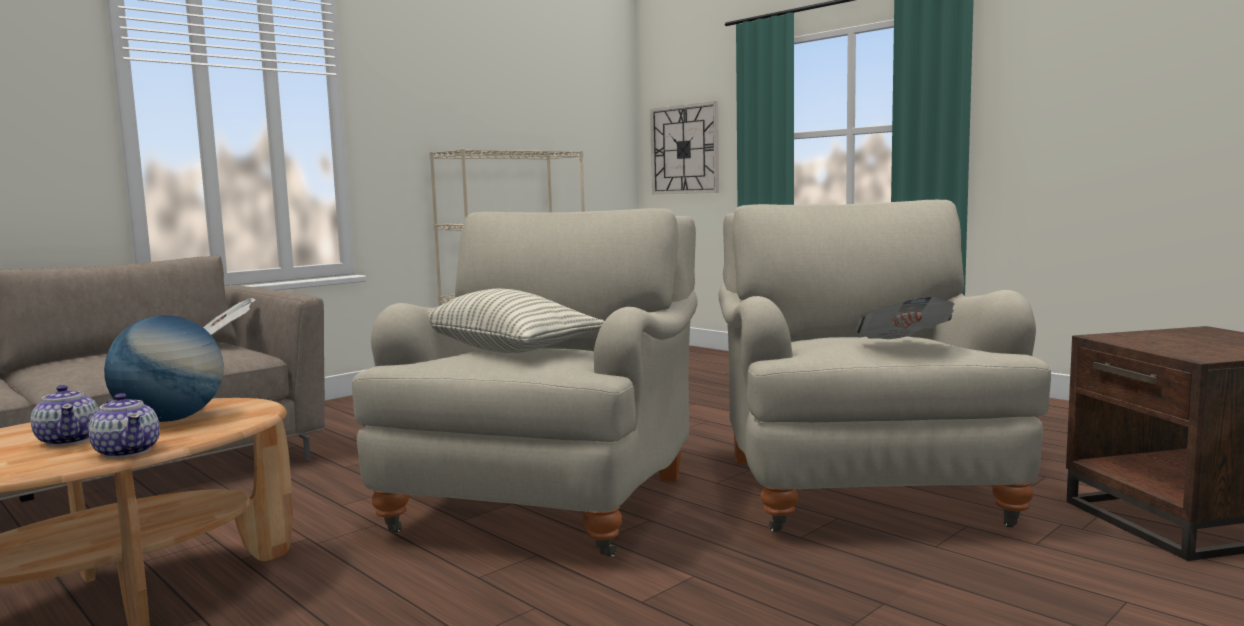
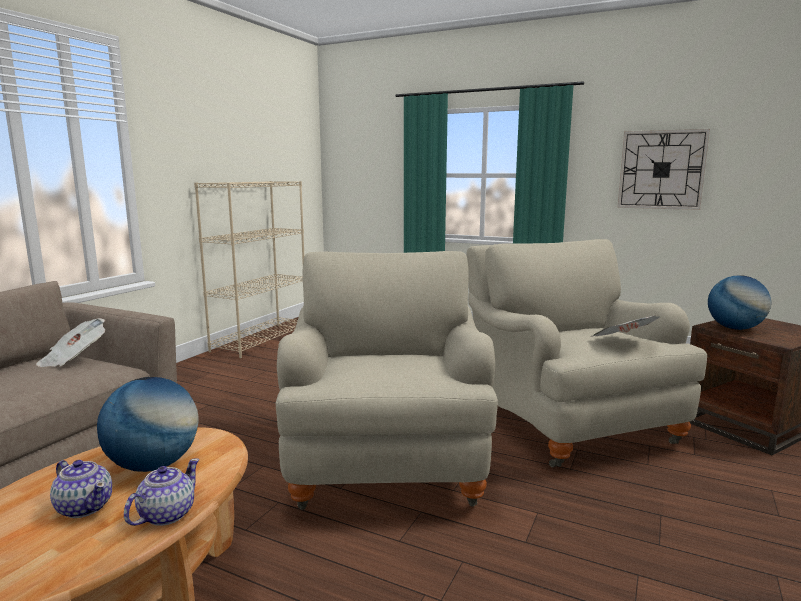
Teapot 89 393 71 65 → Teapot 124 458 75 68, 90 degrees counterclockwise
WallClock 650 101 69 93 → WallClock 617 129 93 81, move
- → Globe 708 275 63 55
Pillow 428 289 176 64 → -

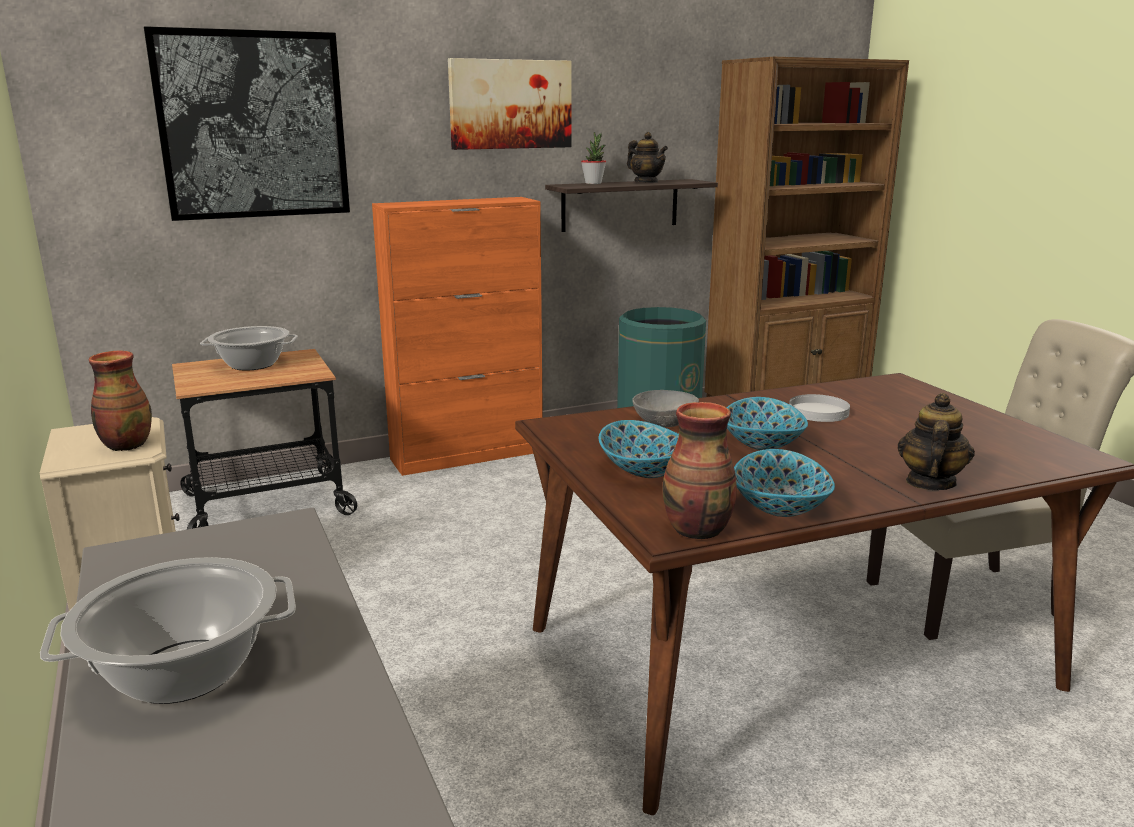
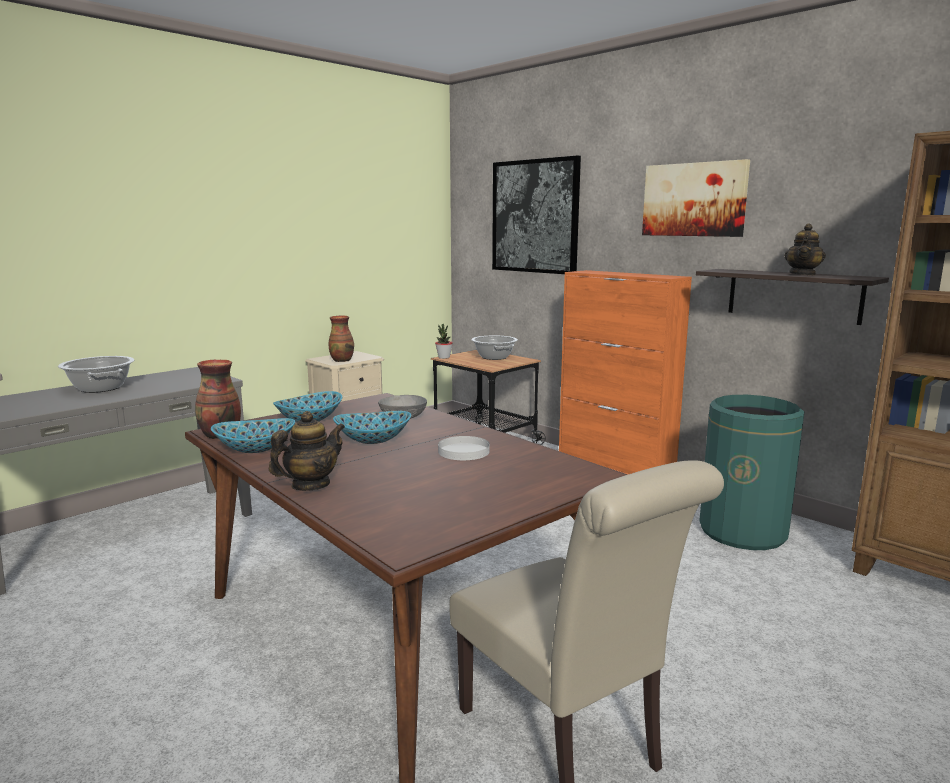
Teapot 898 393 77 97 → Teapot 269 411 76 80, 45 degrees counterclockwise
PottedPlant 581 132 25 52 → PottedPlant 435 324 18 35, move

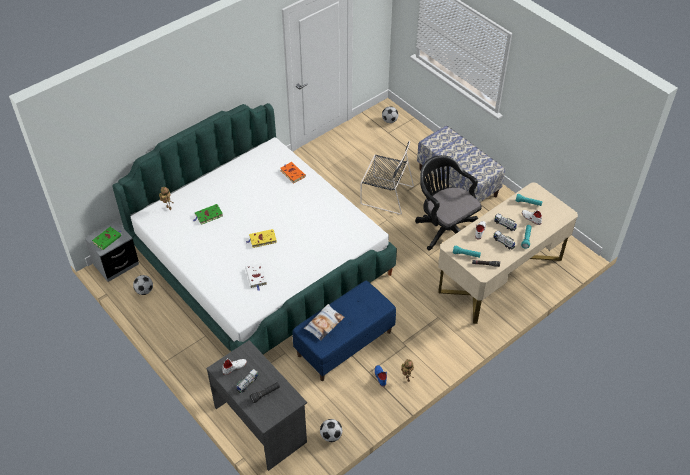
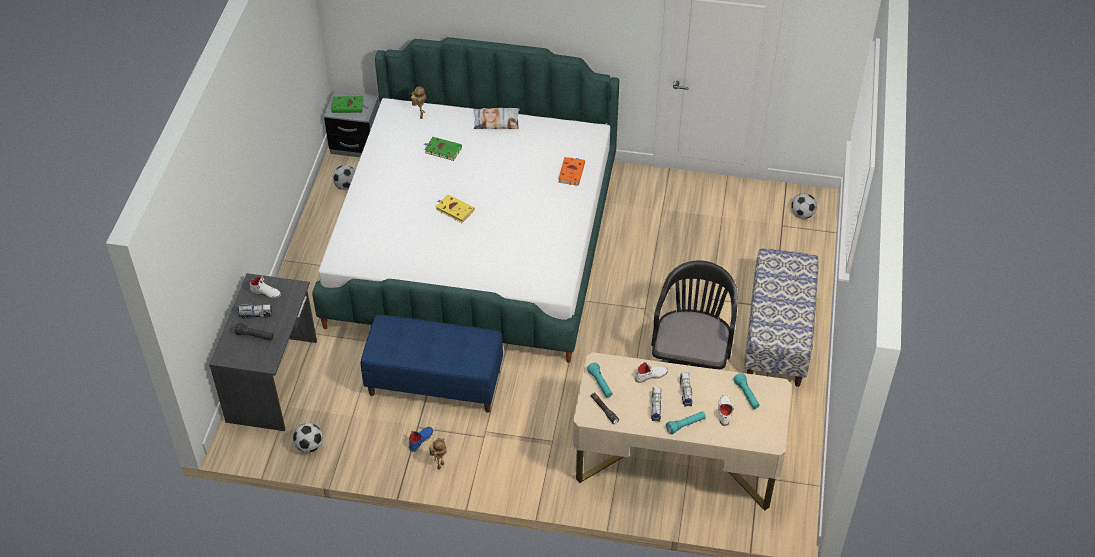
Pillow 304 304 40 37 → Pillow 473 108 47 21, move
WhiteBook 245 263 22 28 → -
BlackChair 361 140 53 75 → -

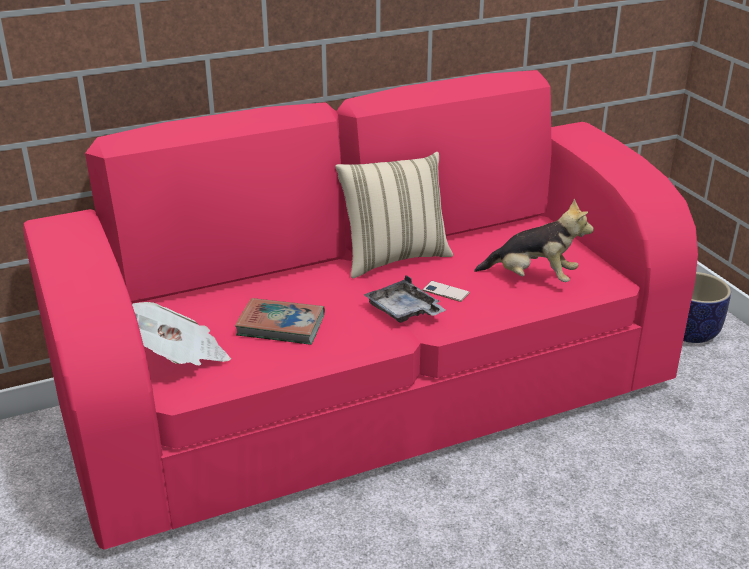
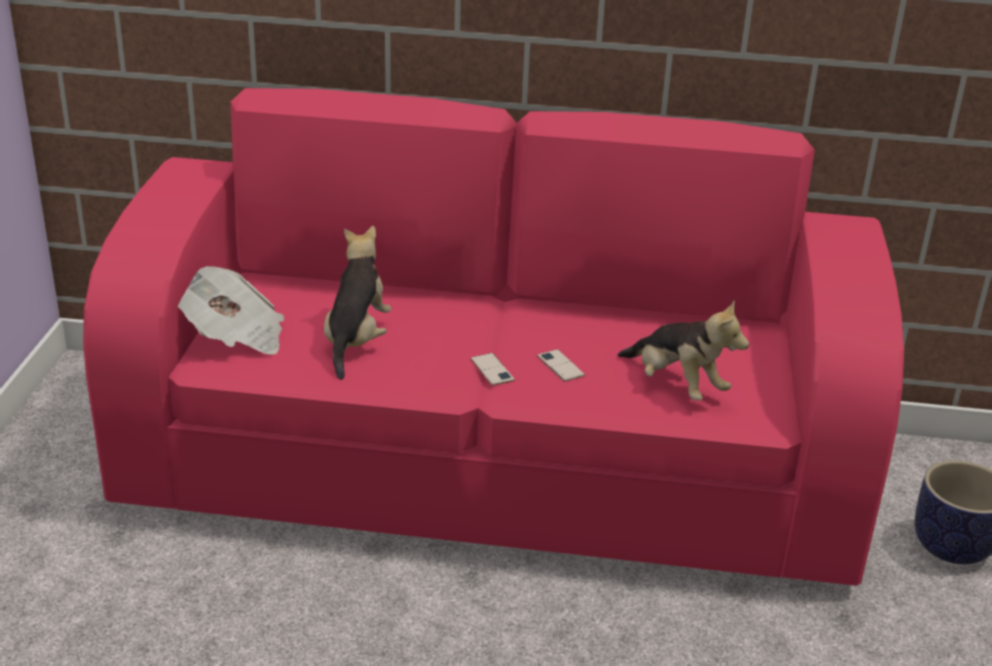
Book 235 298 90 47 → PlushToy 324 226 67 154
GreyTray 364 275 82 48 → Phone 471 353 44 33
BeigePillow 335 152 118 126 → -

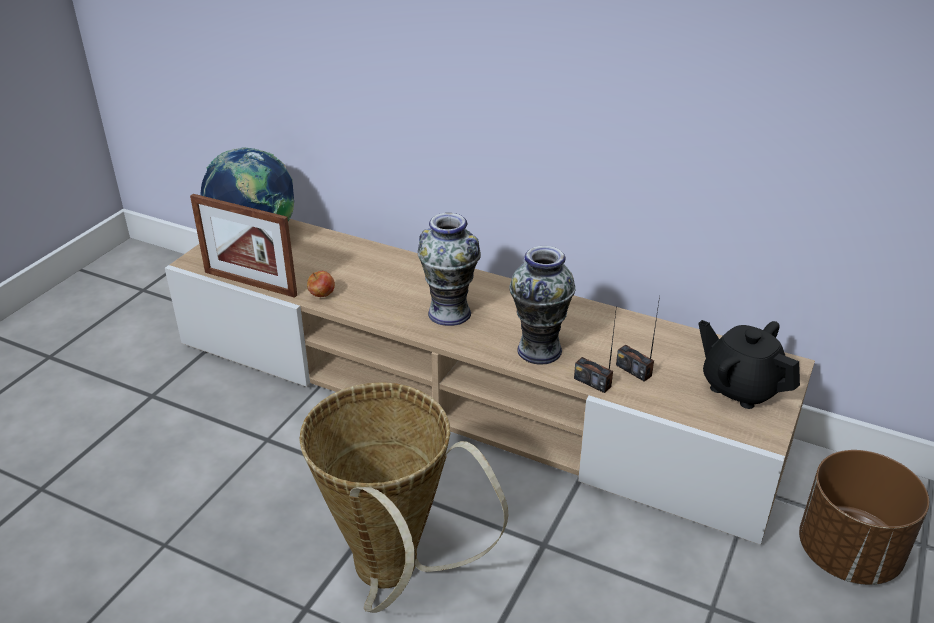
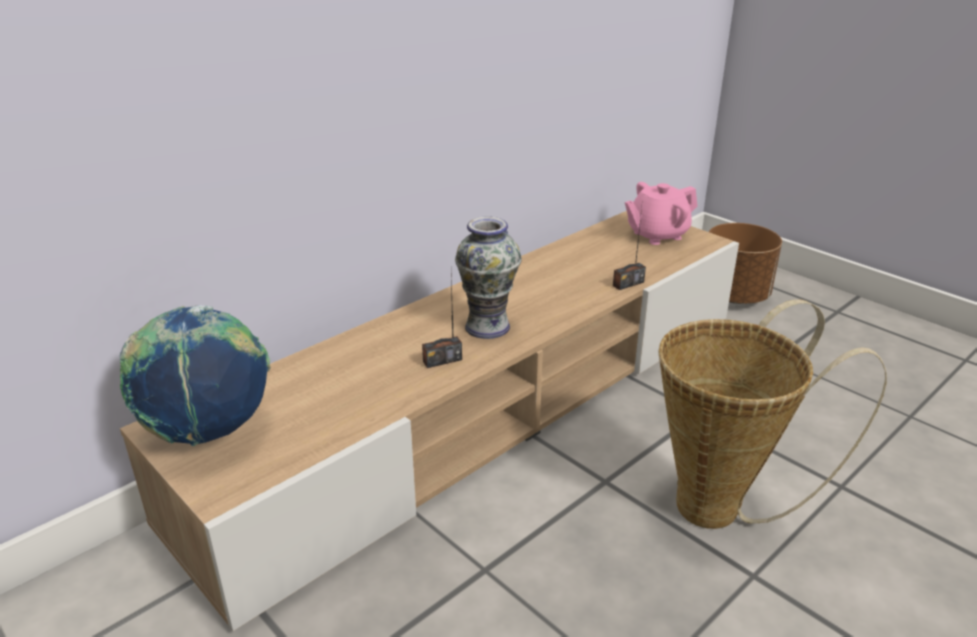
Radio 616 296 44 86 → Radio 422 277 40 91, move
BlackTeapot 698 320 102 89 → PinkTeapot 625 182 72 63
PictureFrame 190 194 107 104 → -
Apple 307 271 28 26 → -
Vase 509 246 66 118 → -

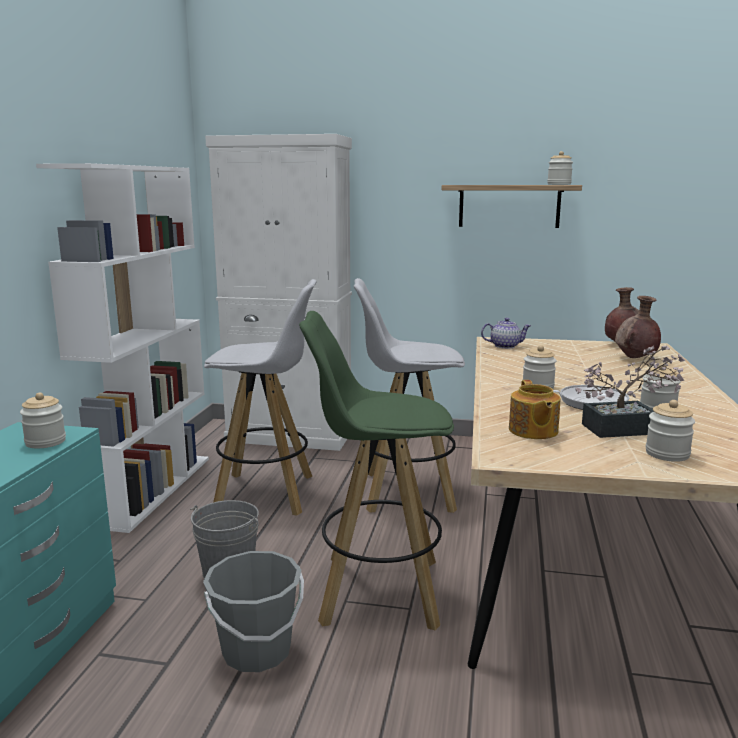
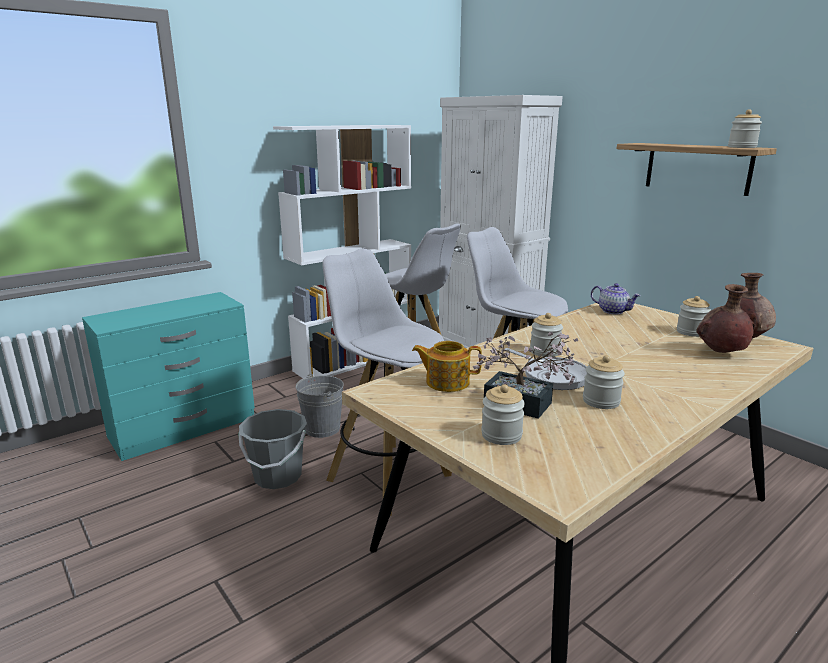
GreenStool 299 311 155 319 → WhiteStool 322 249 130 267
Teapot 509 380 52 59 → Teapot 412 341 70 51, 60 degrees clockwise
Jar 20 393 46 55 → Jar 677 296 34 41, move

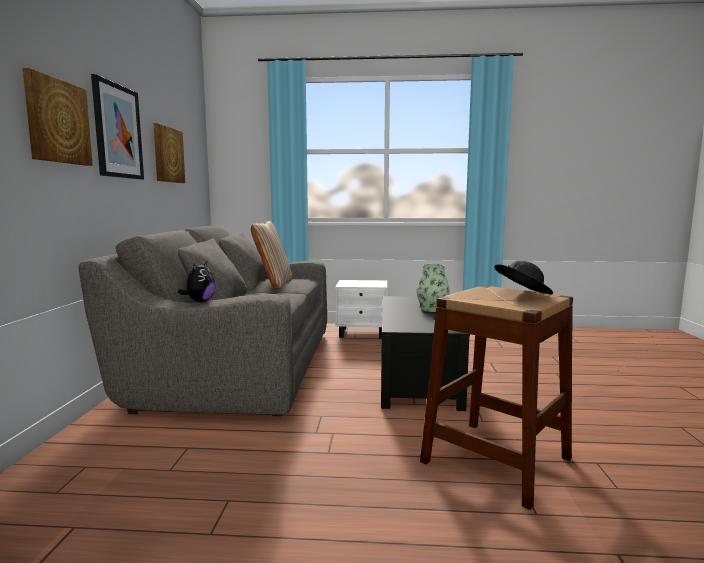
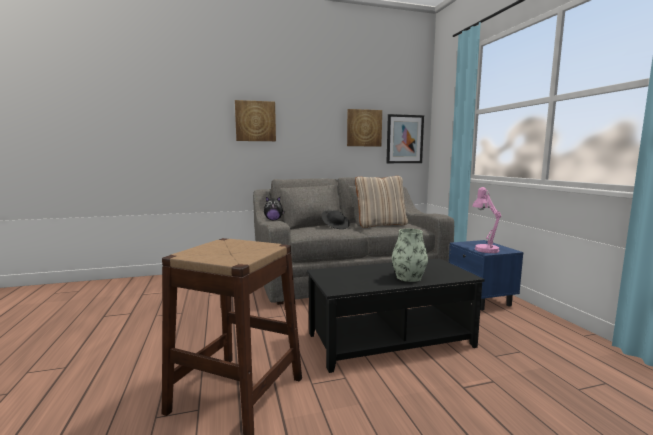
BlackHat 494 261 59 34 → BlackHat 321 210 29 19, move
Picture 91 74 53 106 → Picture 386 114 38 49, move
WhiteNightstand 335 280 52 59 → BlueNightstand 449 240 75 70
- → PinkTableLamp 472 187 29 66

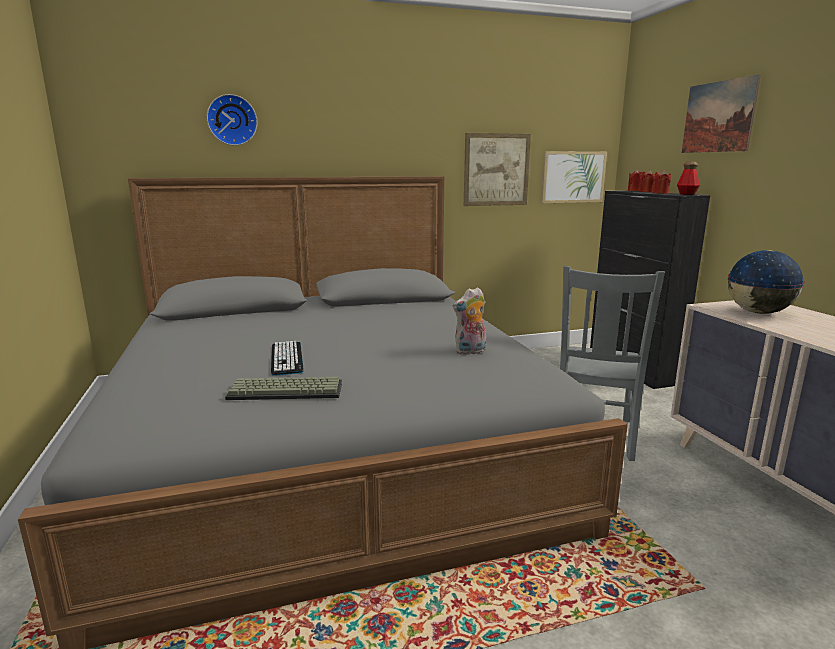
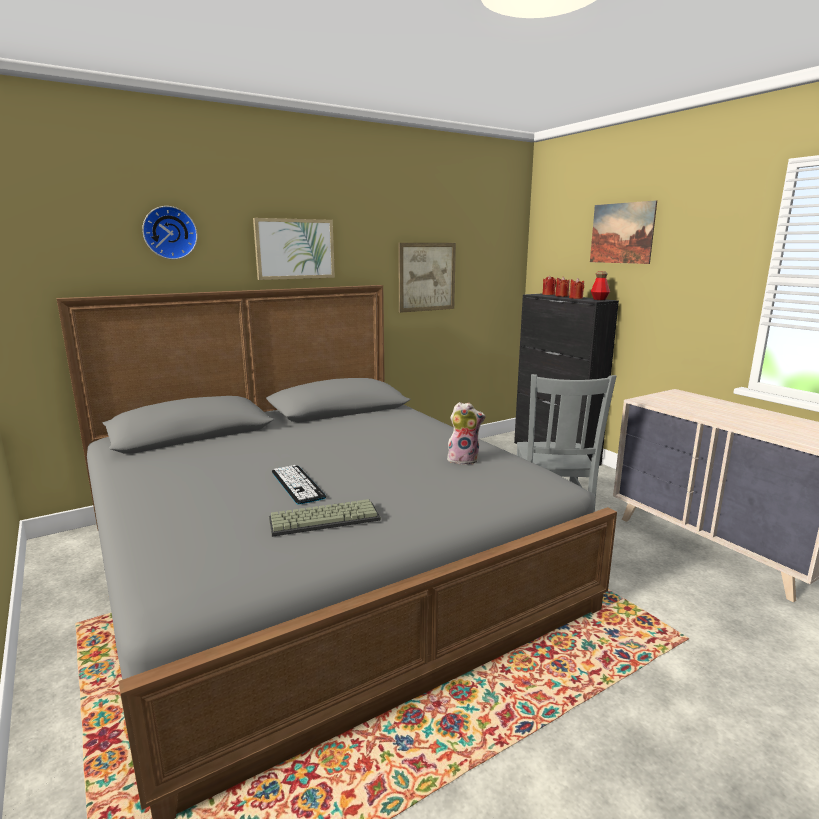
Picture 540 151 67 52 → Picture 253 218 82 62, move
PlushToy 453 287 33 68 → PlushToy 447 402 39 63, 135 degrees counterclockwise
Globe 727 250 78 64 → -

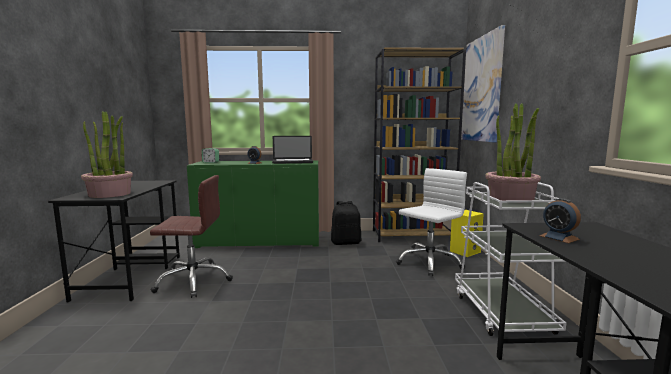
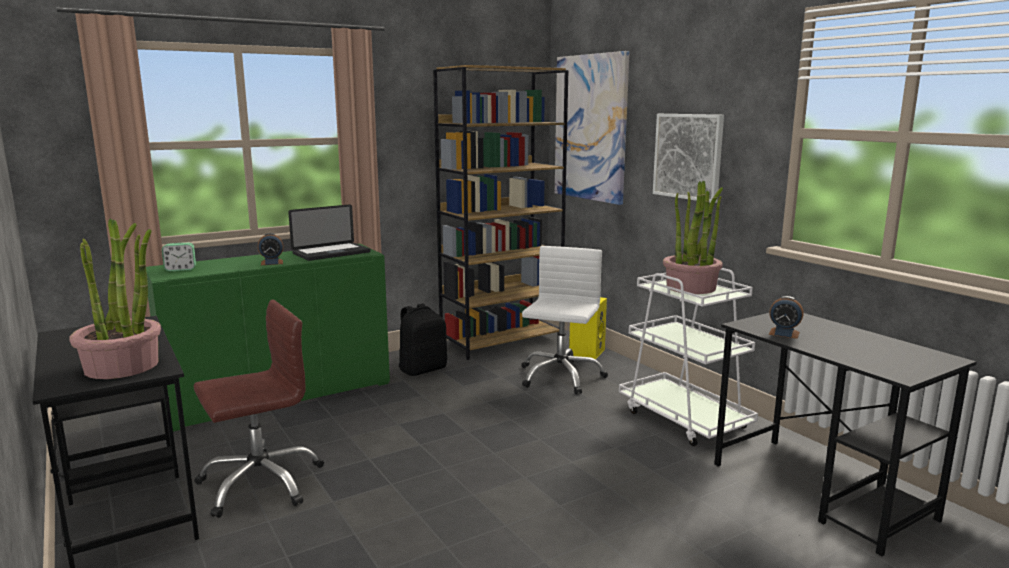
- → Picture 653 114 71 89

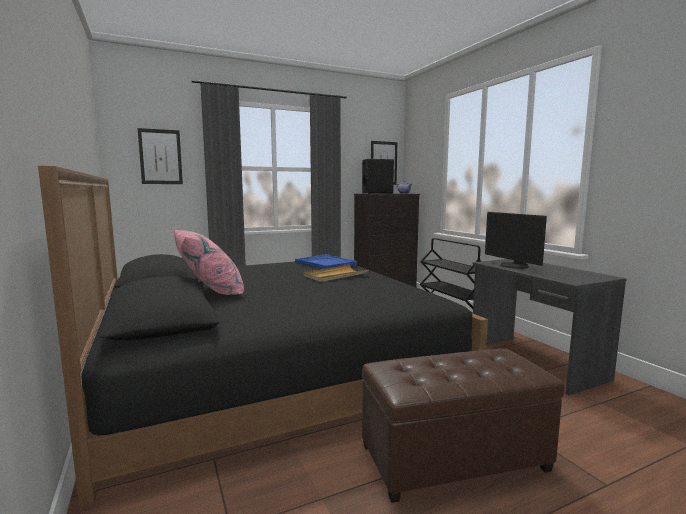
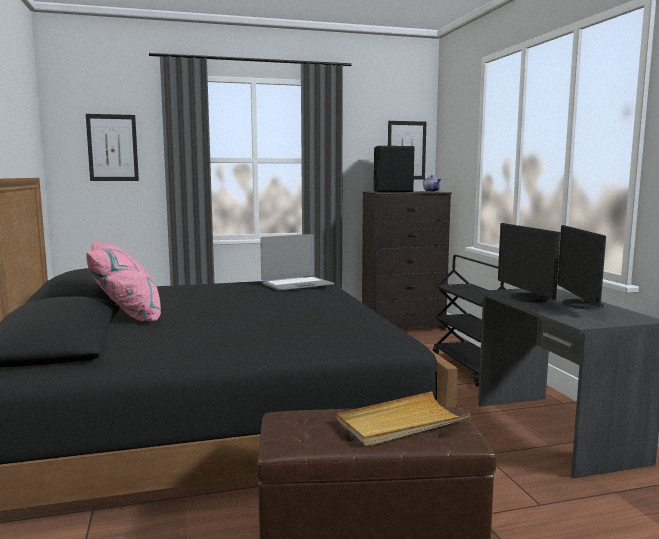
BlueTray 295 254 62 15 → Laptop 260 234 74 57
BeigeTray 303 265 65 17 → BeigeTray 337 391 134 55, move
- → Monitor 557 225 49 84

